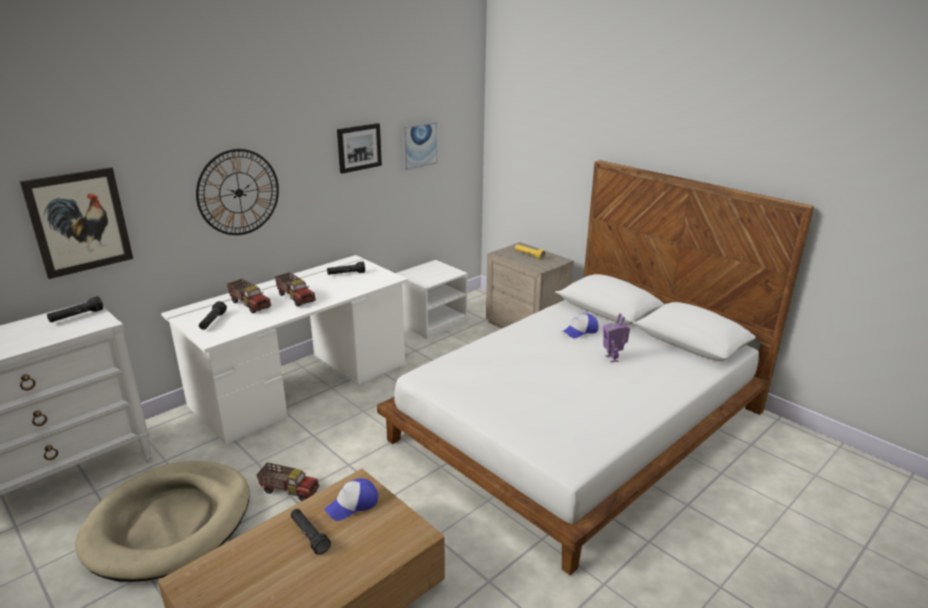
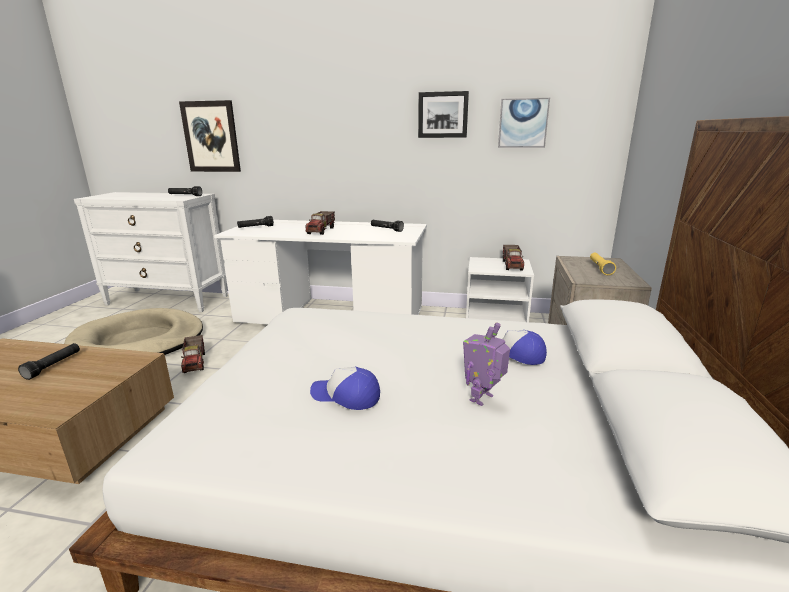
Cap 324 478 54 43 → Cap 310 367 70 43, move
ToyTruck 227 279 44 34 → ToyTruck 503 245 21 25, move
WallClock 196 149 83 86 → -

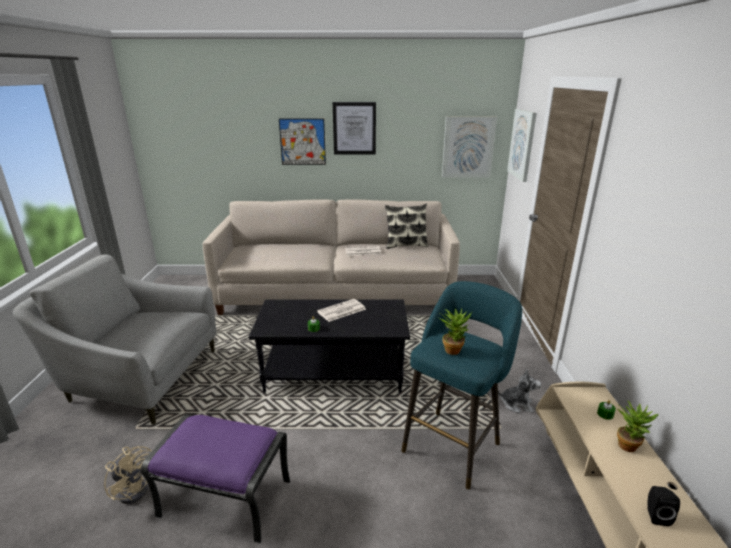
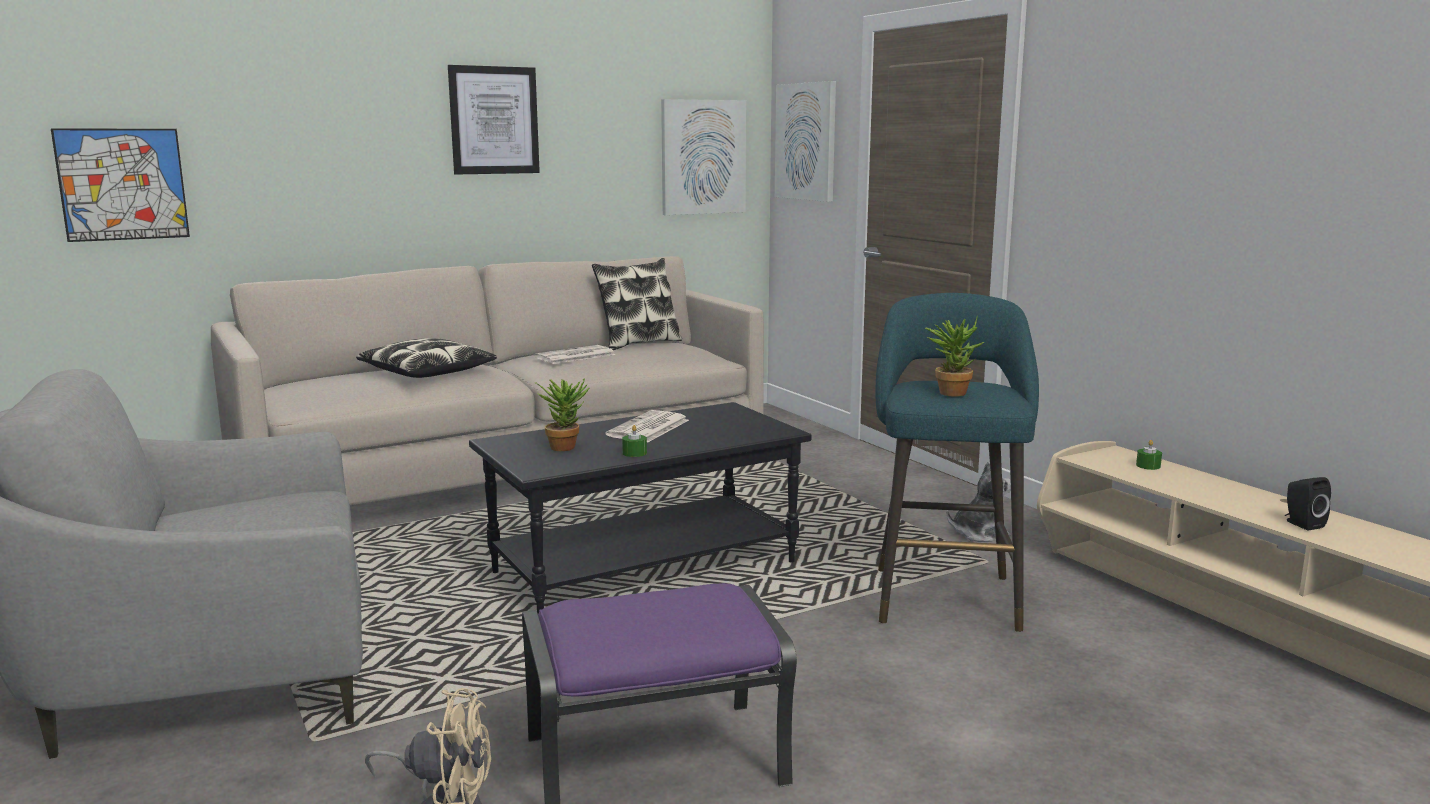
Picture 279 119 47 46 → Picture 51 128 139 114, move
- → Pillow 356 338 141 40
PottedPlant 617 401 42 51 → PottedPlant 534 378 56 73, move

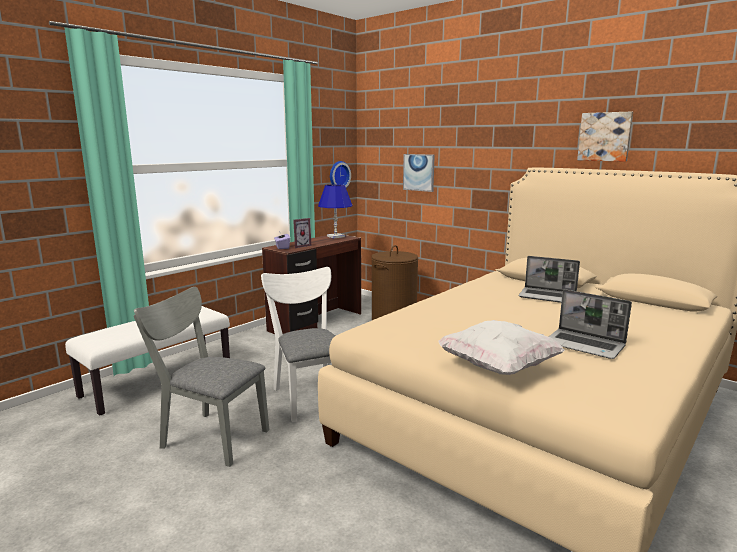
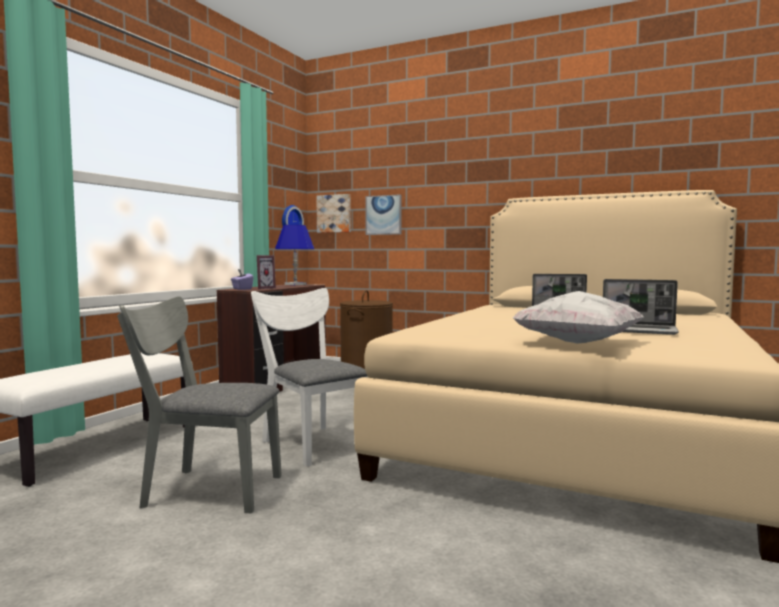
Picture 577 112 56 50 → Picture 316 194 35 39, move

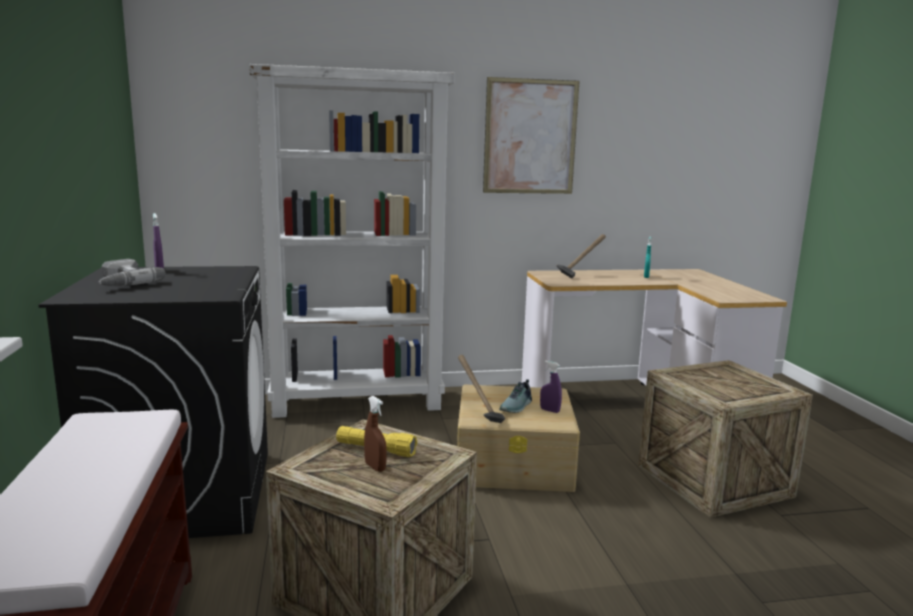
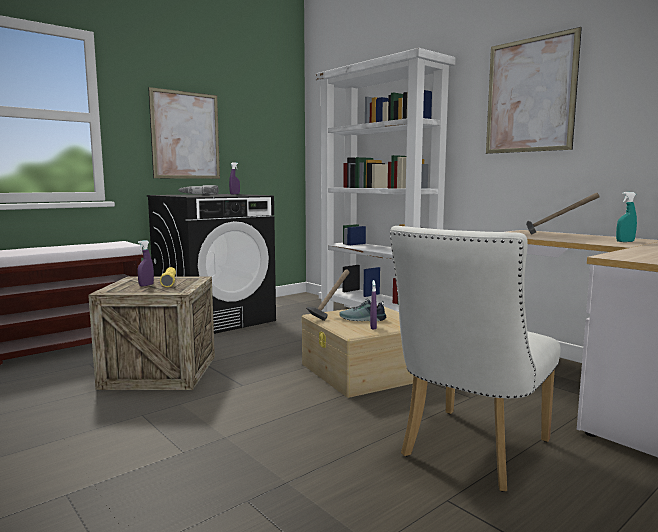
BrownSprayBottle 364 396 23 76 → PurpleSprayBottle 138 240 16 47
- → Picture 148 87 72 92
Crate 638 360 175 158 → WhiteChair 390 226 171 266

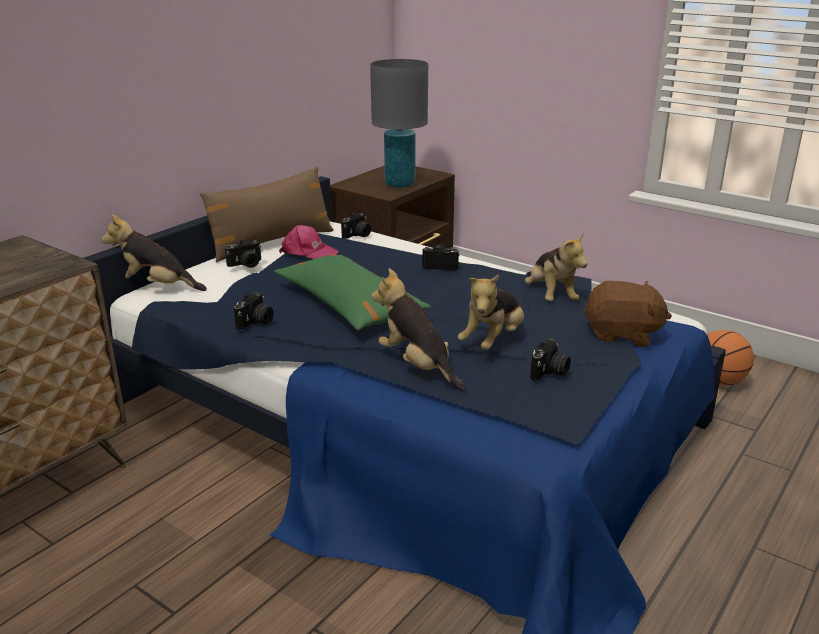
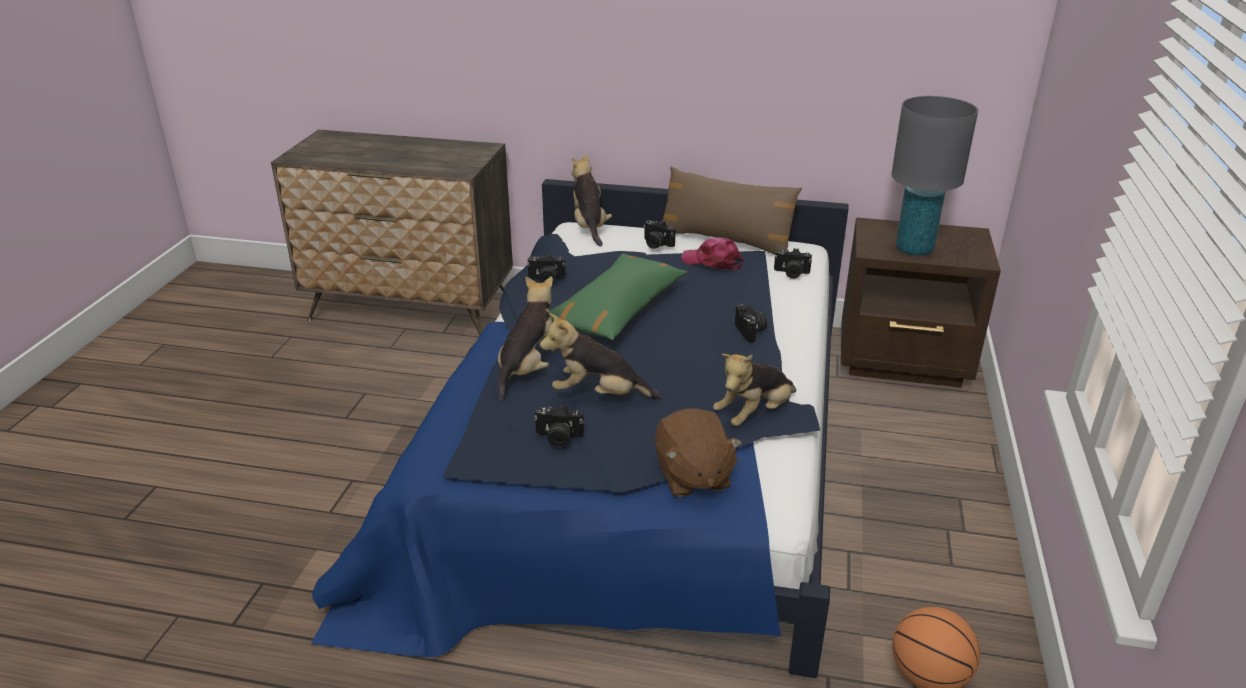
PinkCap 279 225 61 34 → PinkCap 681 237 62 33, 120 degrees clockwise

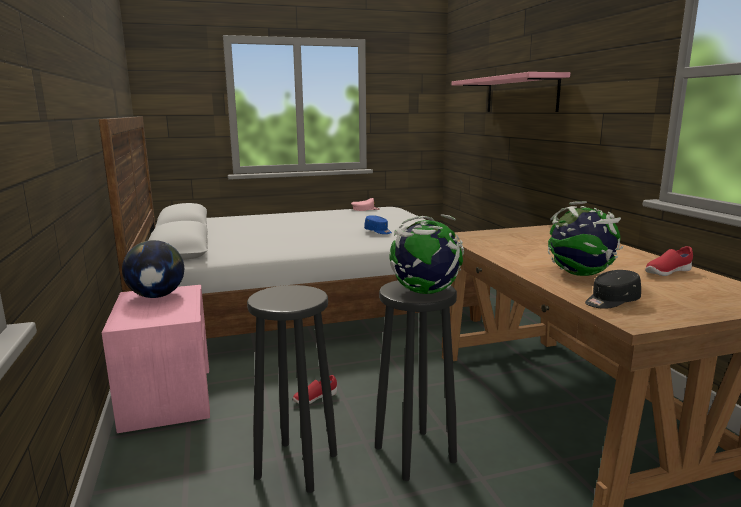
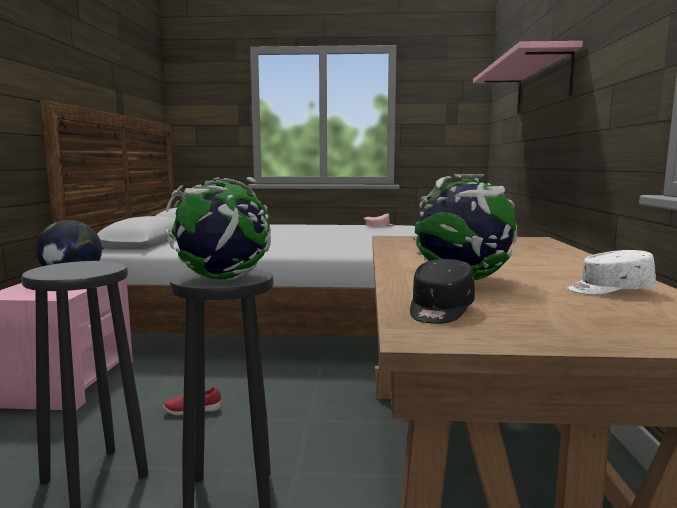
BlackCap 585 270 56 39 → BlackCap 410 259 65 65, 60 degrees counterclockwise
RedShoe 645 246 48 30 → WhiteCap 567 250 89 45
BlueCap 364 215 28 19 → -

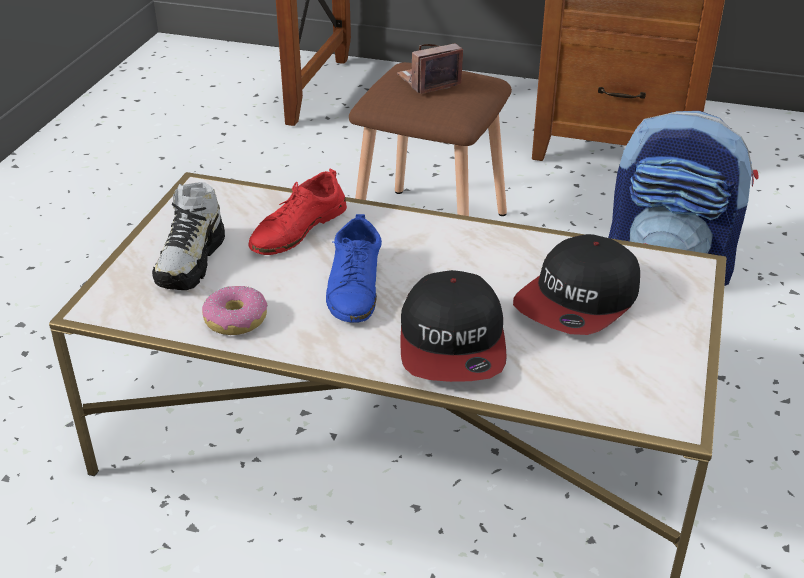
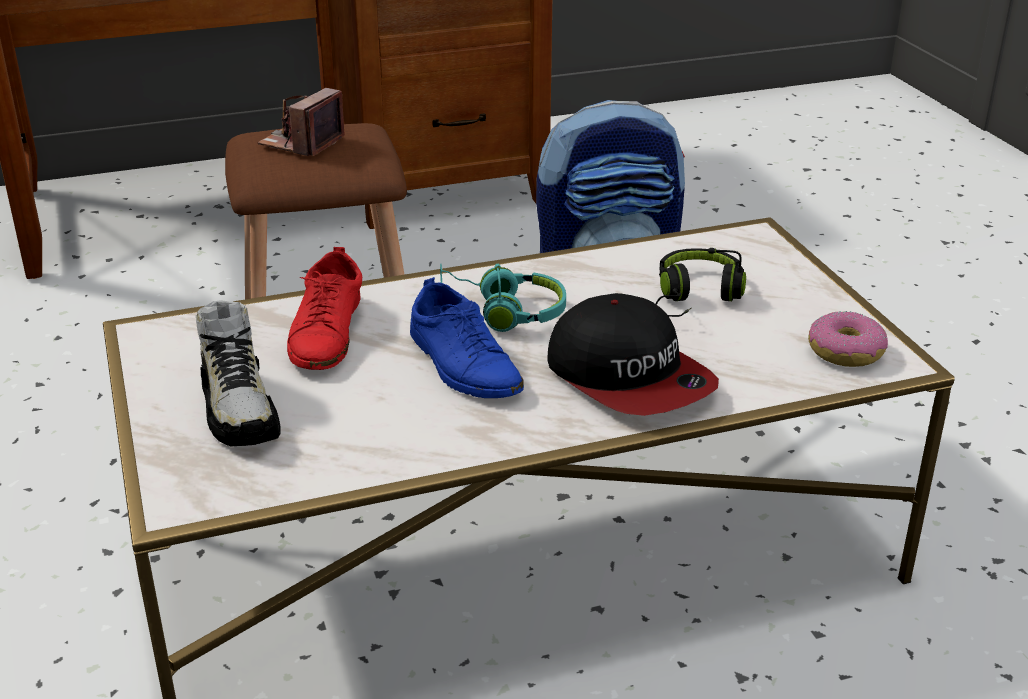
- → TurquoiseHeadphones 440 264 126 68
Cap 513 234 127 101 → BlackHeadphones 655 248 91 69
Donut 202 286 66 49 → Donut 808 311 80 56, move

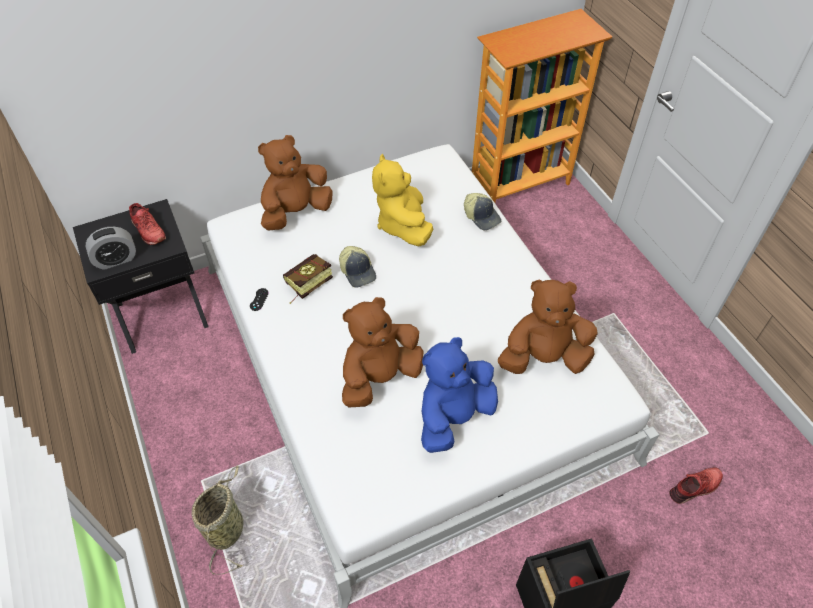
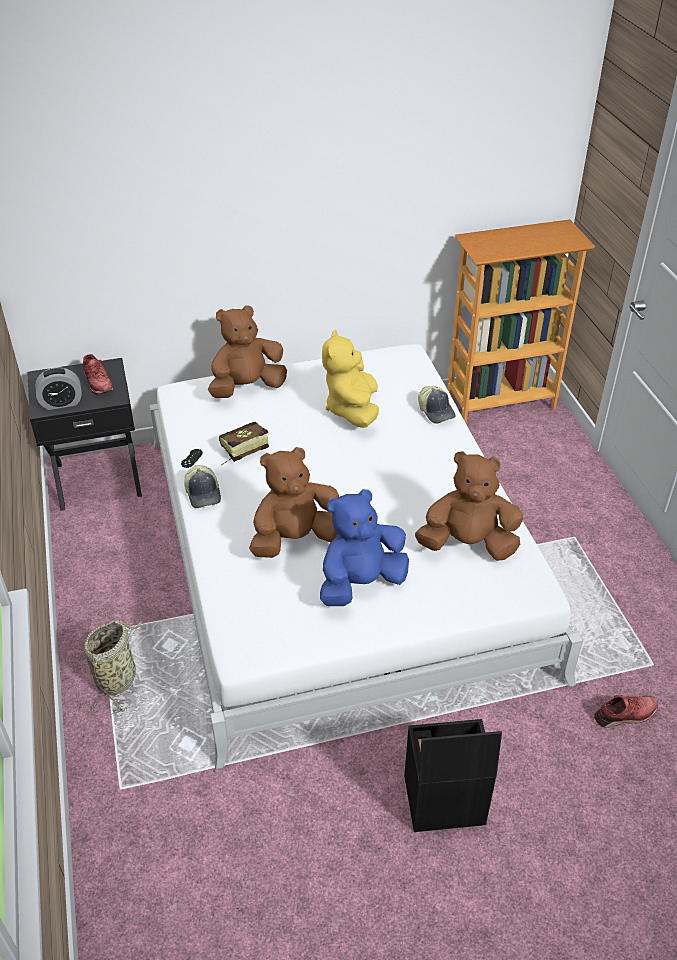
Cap 339 246 37 42 → Cap 184 465 37 43, move

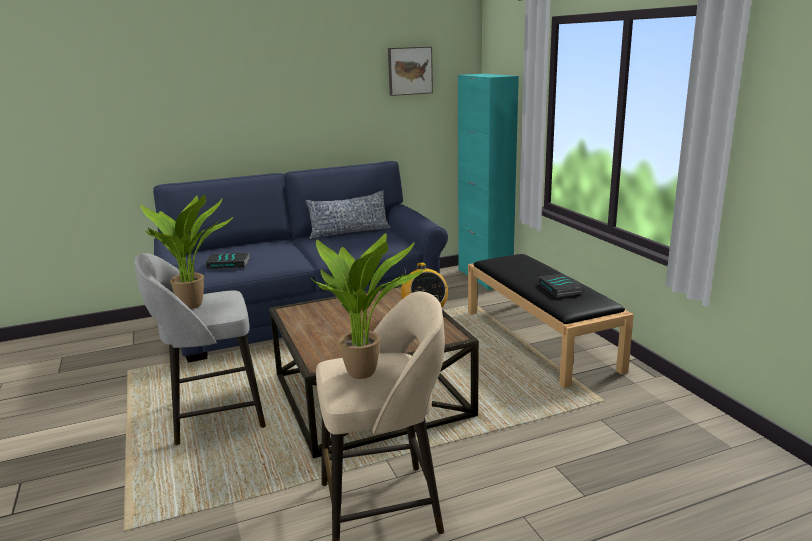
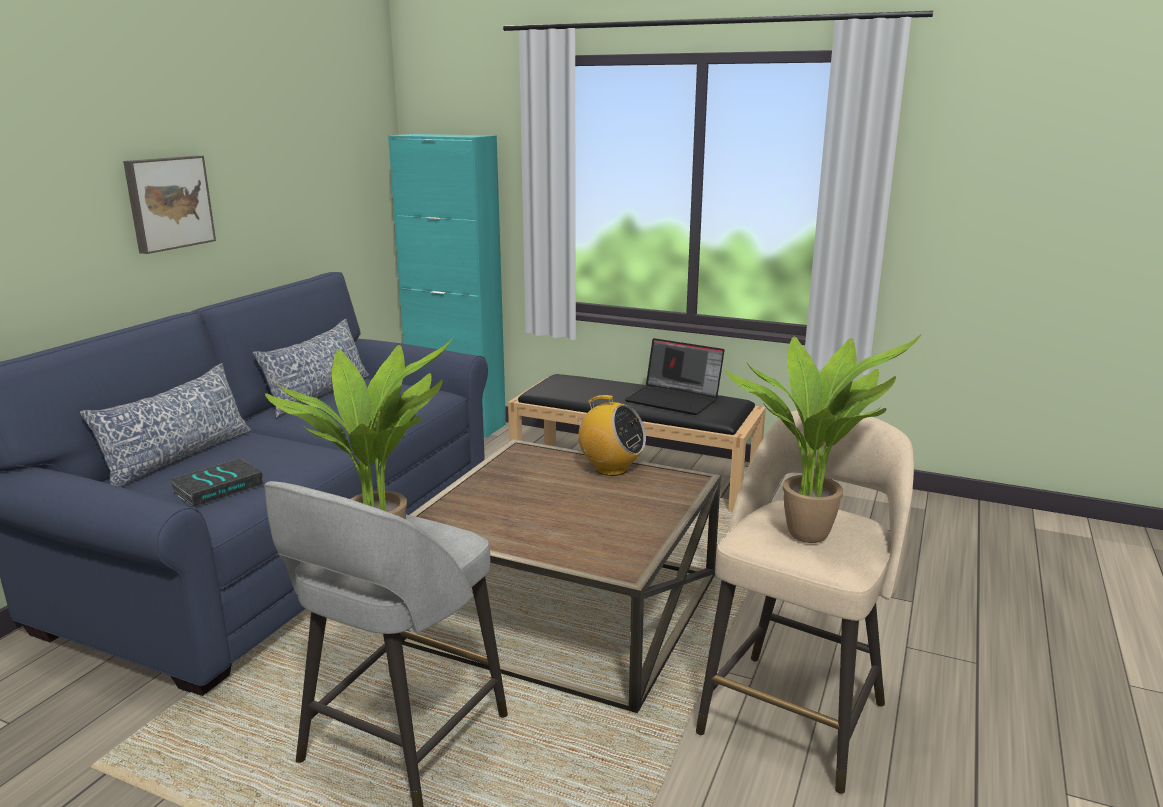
- → Pillow 80 363 171 124
Picture 388 47 45 49 → Picture 123 156 93 98, move
Book 539 273 44 25 → Laptop 624 338 101 77

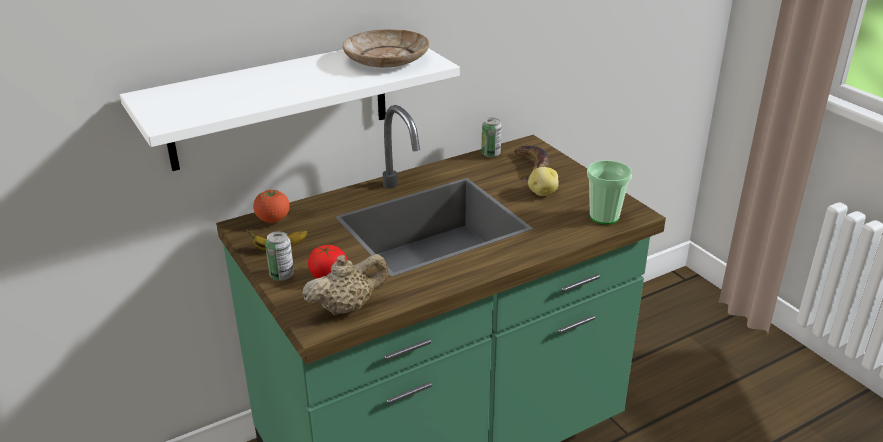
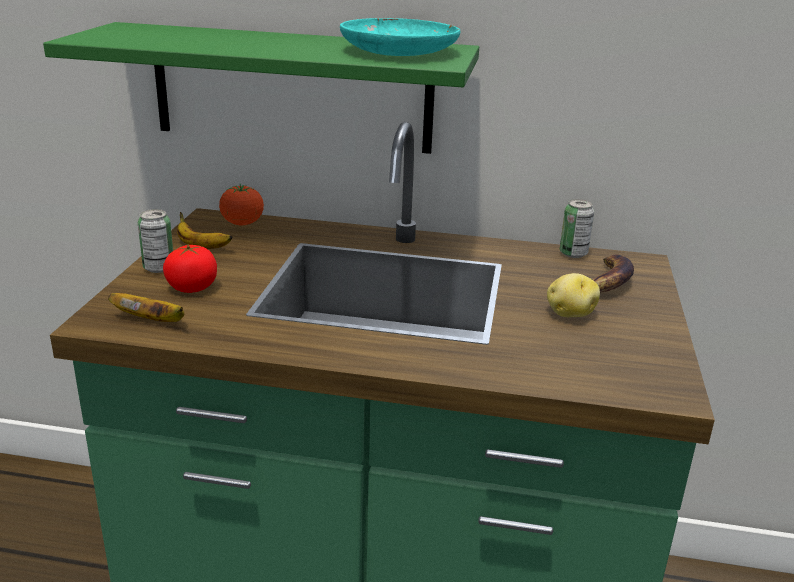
WhiteShelf 120 48 340 123 → GreenShelf 43 22 436 132
BeigeTeapot 302 254 86 61 → Banana 108 293 76 29
BeigePlate 343 29 86 39 → TurquoisePlate 340 18 120 38
Cup 587 160 45 64 → -

